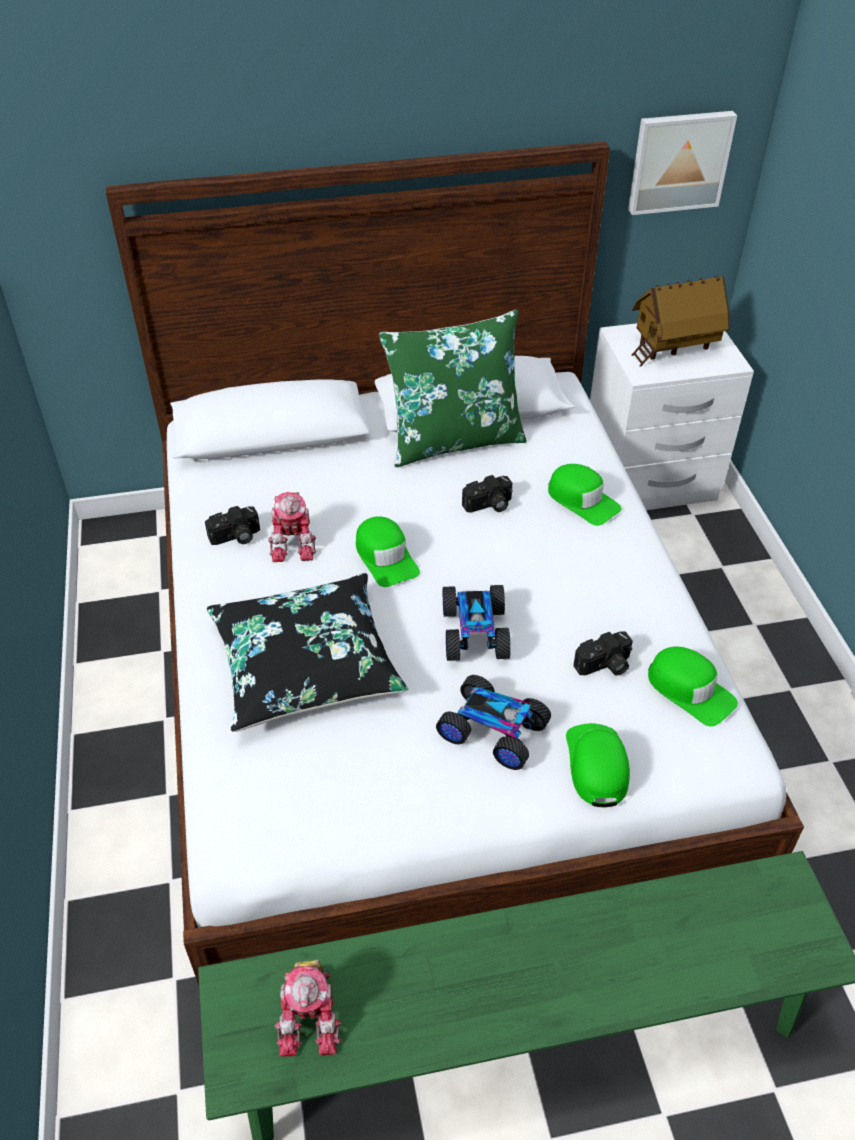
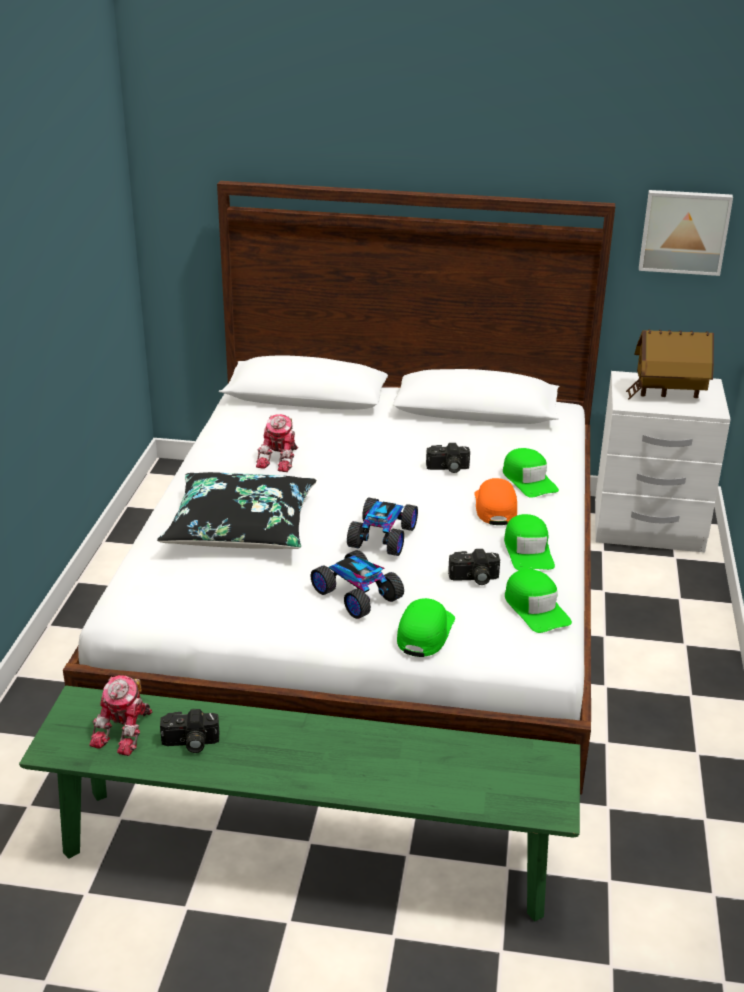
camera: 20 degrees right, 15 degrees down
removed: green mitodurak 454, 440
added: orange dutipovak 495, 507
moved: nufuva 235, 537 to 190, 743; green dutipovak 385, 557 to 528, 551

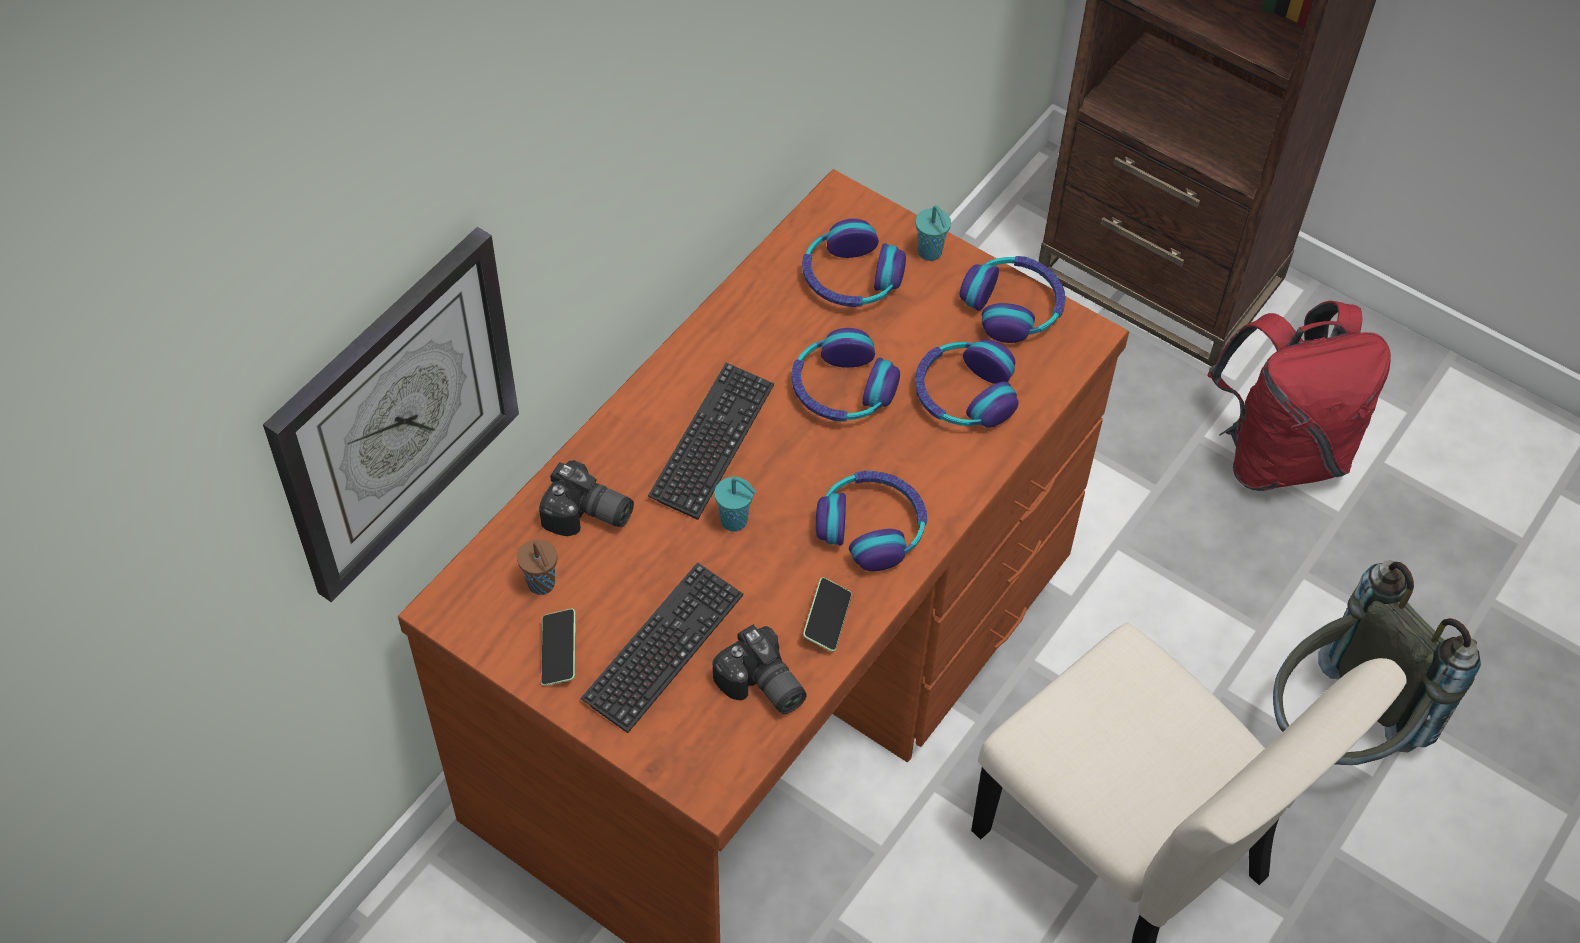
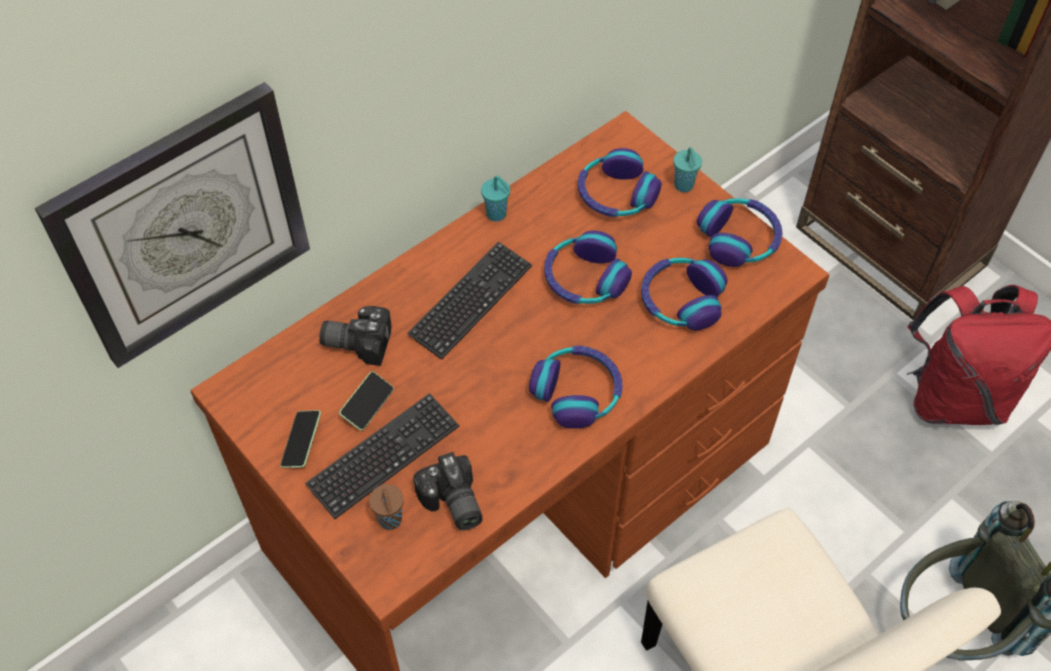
camera: 15 degrees right, 0 degrees up
moved: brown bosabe 542, 585 to 390, 521; turquoise bosabe 735, 521 to 497, 215; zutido 827, 620 to 367, 405
turned: nufuva 588, 516 = 358, 340 150 degrees clockwise

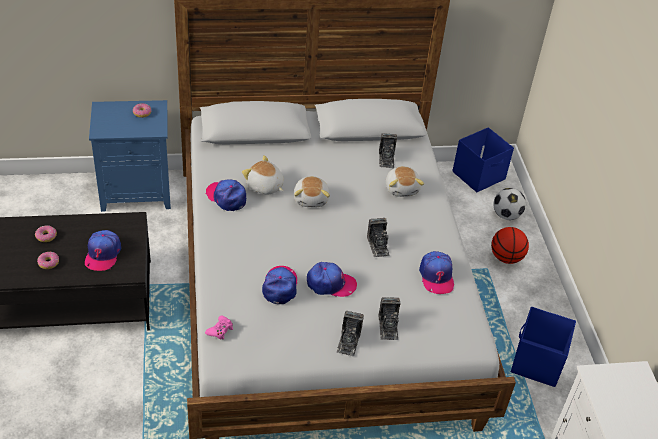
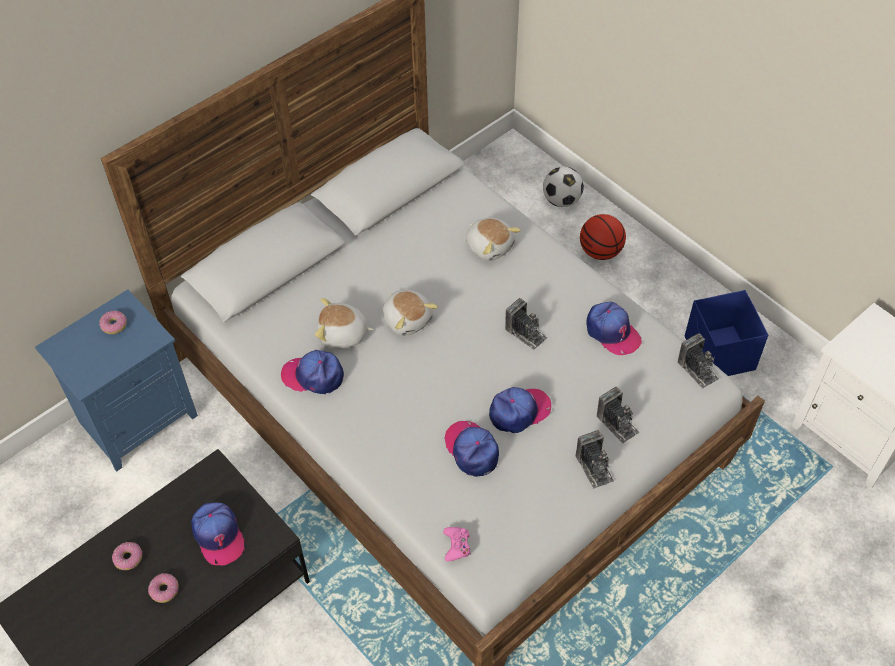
camera: 30 degrees left, 10 degrees up
removed: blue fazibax 479, 175
moved: nufuva 386, 159 to 697, 370

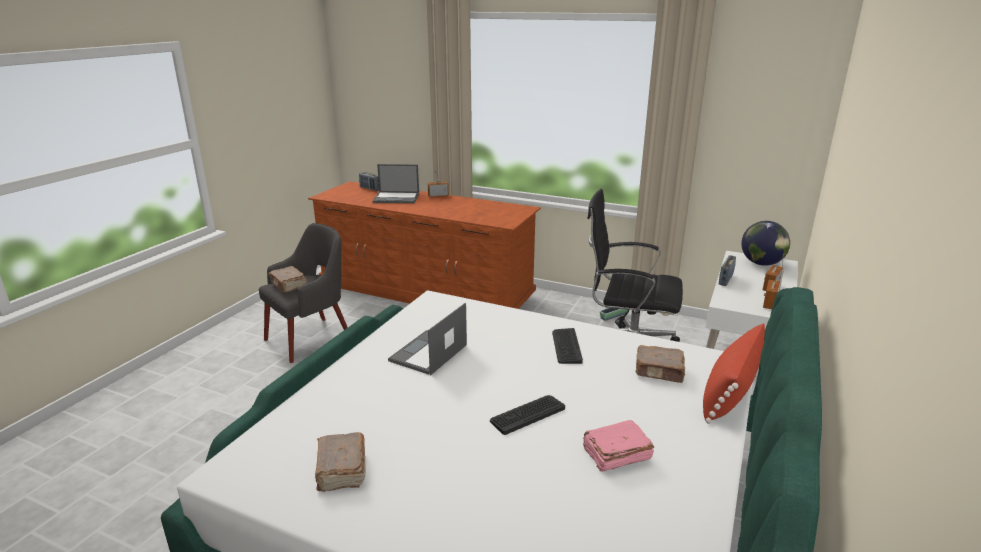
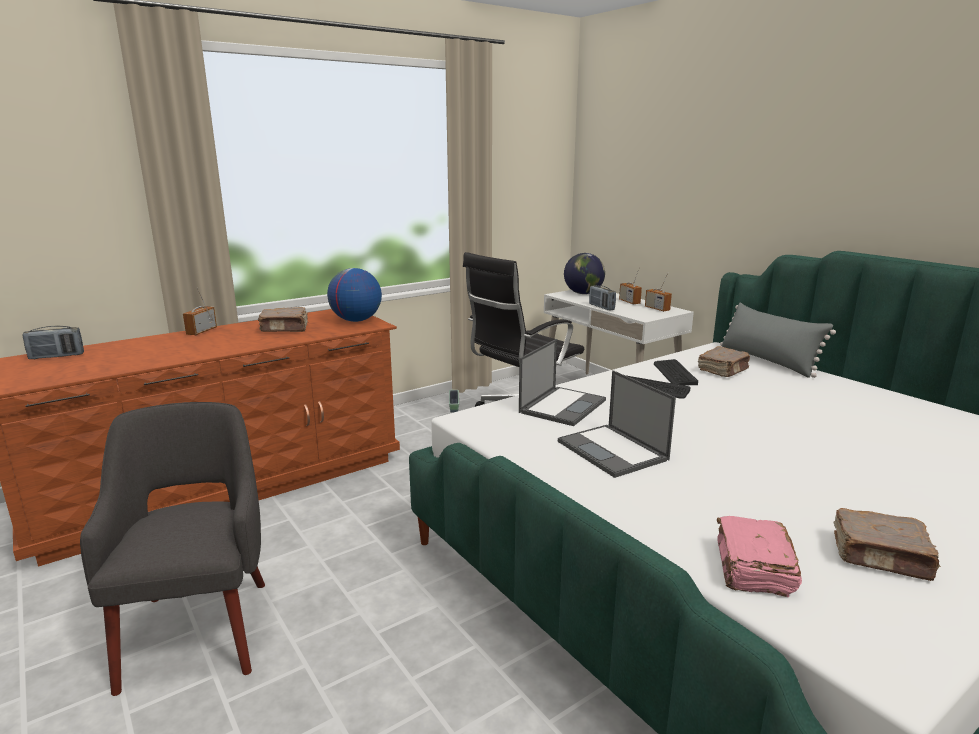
camera: 60 degrees left, 5 degrees down
added: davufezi 356, 320
moved: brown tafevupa 288, 285 to 285, 329; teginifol 397, 198 to 563, 406; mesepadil 527, 414 to 674, 373; pink tafevupa 615, 455 to 752, 569
recoloured: red mitodurak 730, 392 to grey mitodurak 767, 360

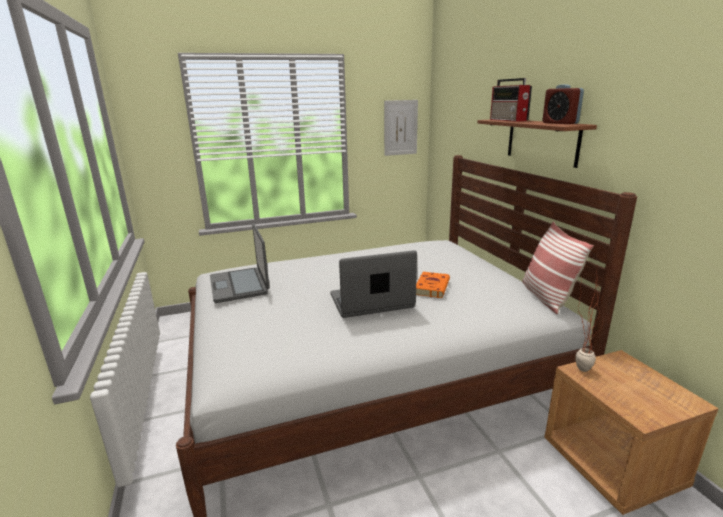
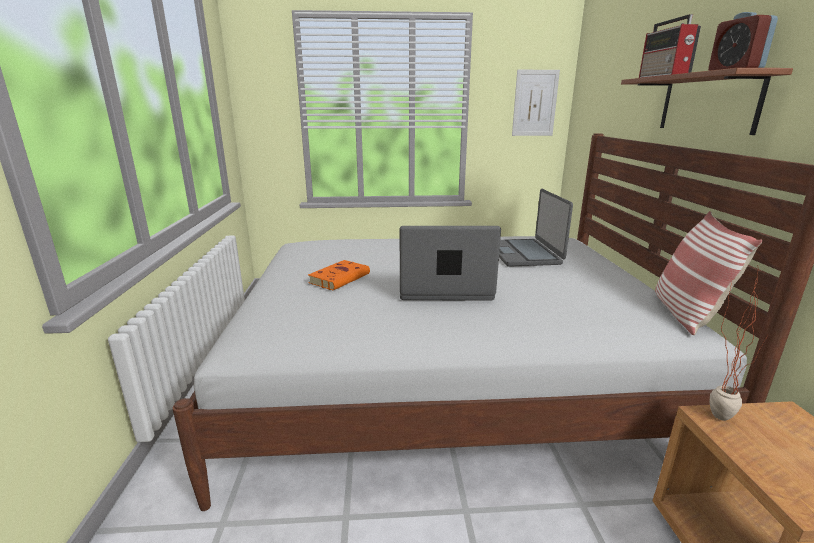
camera: 15 degrees right, 0 degrees up
moved: teginifol 239, 285 to 524, 253; orange tafevupa 432, 287 to 340, 278

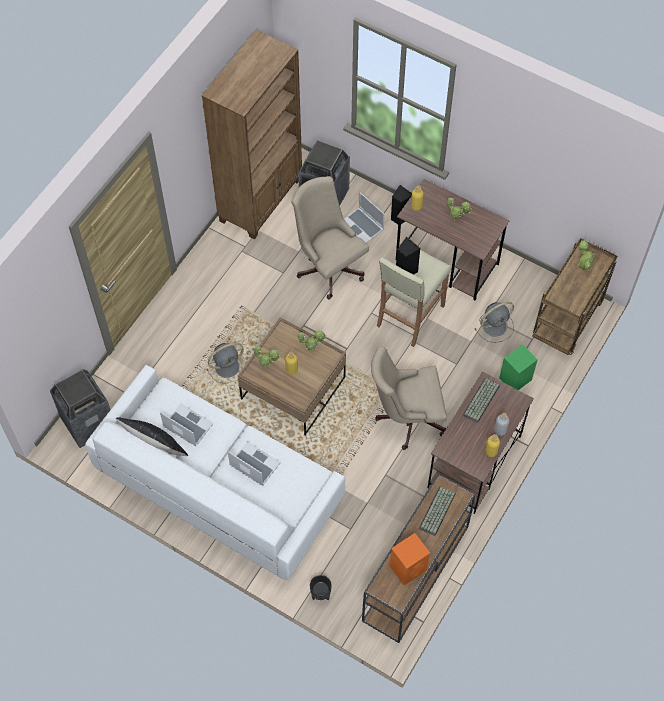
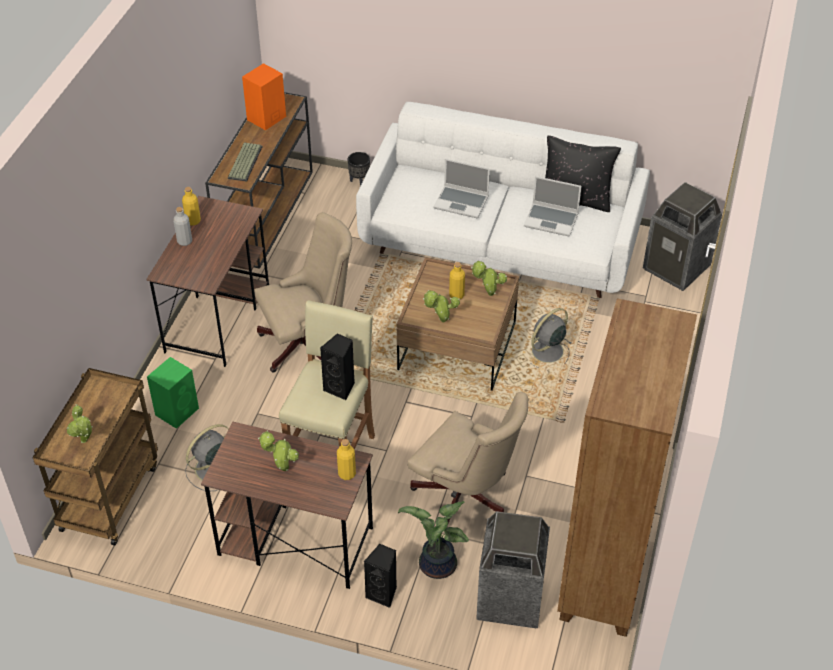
camera: 165 degrees right, 15 degrees down
removed: mesepadil 481, 401
replaced: teginifol 362, 226 to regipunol 435, 566

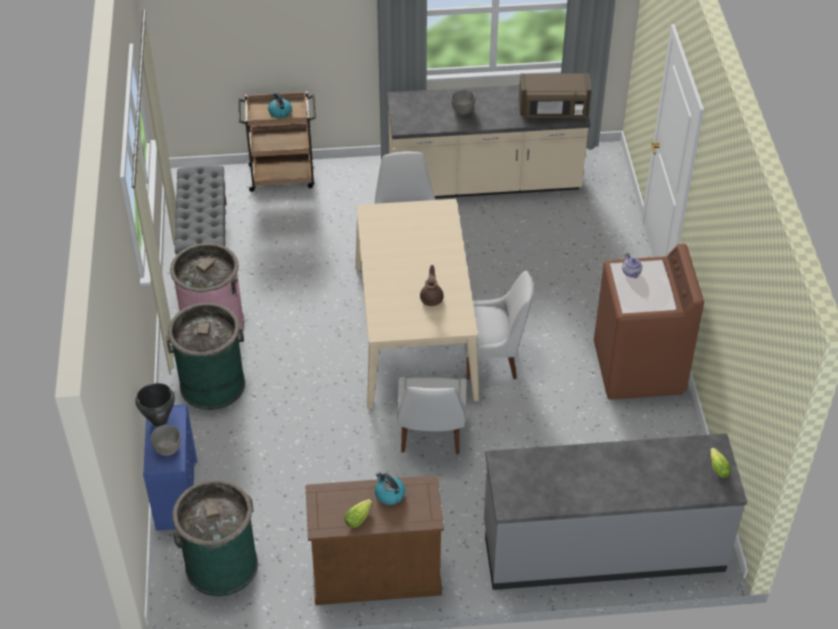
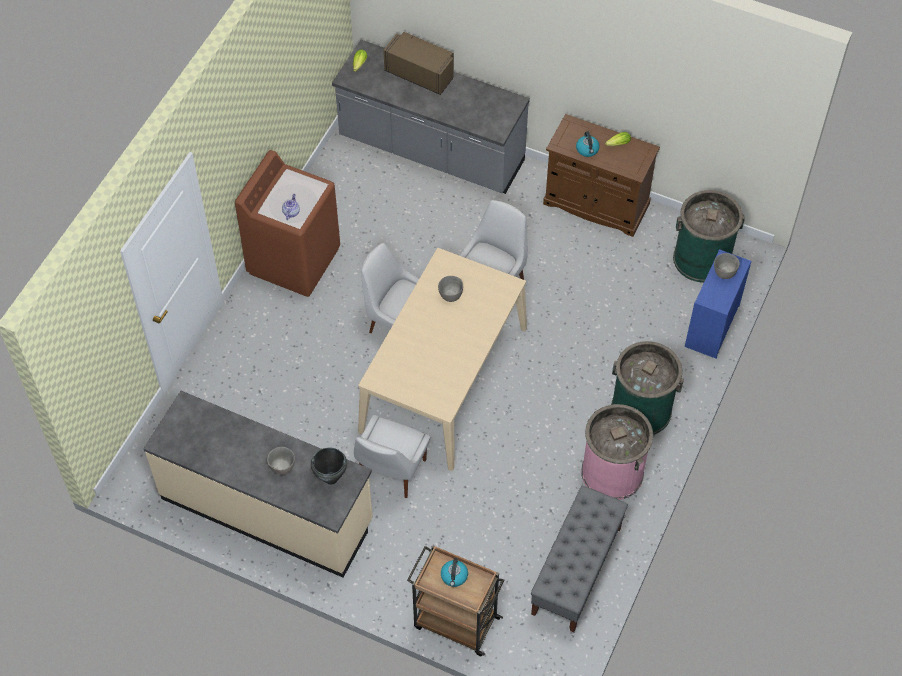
camera: 150 degrees left, 10 degrees up
moved: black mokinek 159, 420 to 331, 478; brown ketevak 553, 111 to 420, 74
replaced: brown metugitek 432, 298 to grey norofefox 450, 295

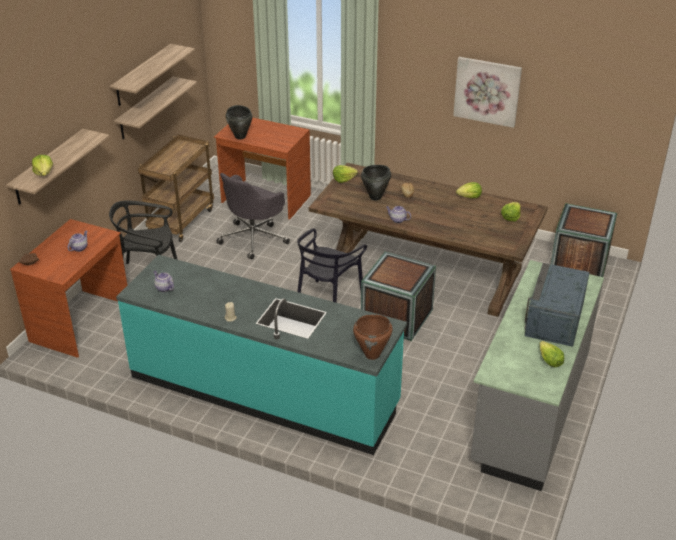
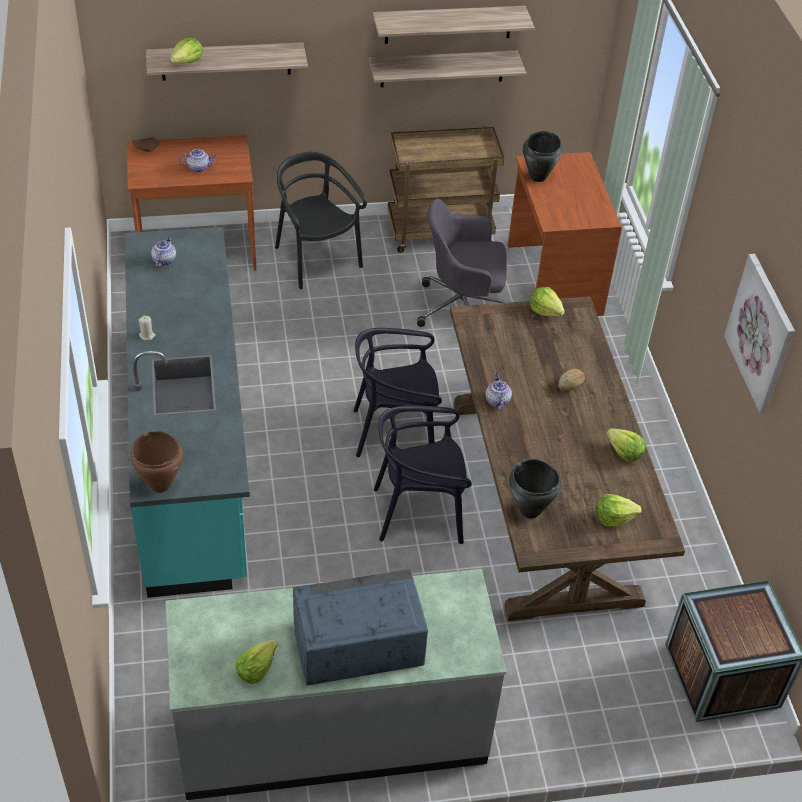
camera: 55 degrees right, 10 degrees up
moved: black mokinek 375, 197 to 530, 511
replaced: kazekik 397, 317 to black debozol 419, 512

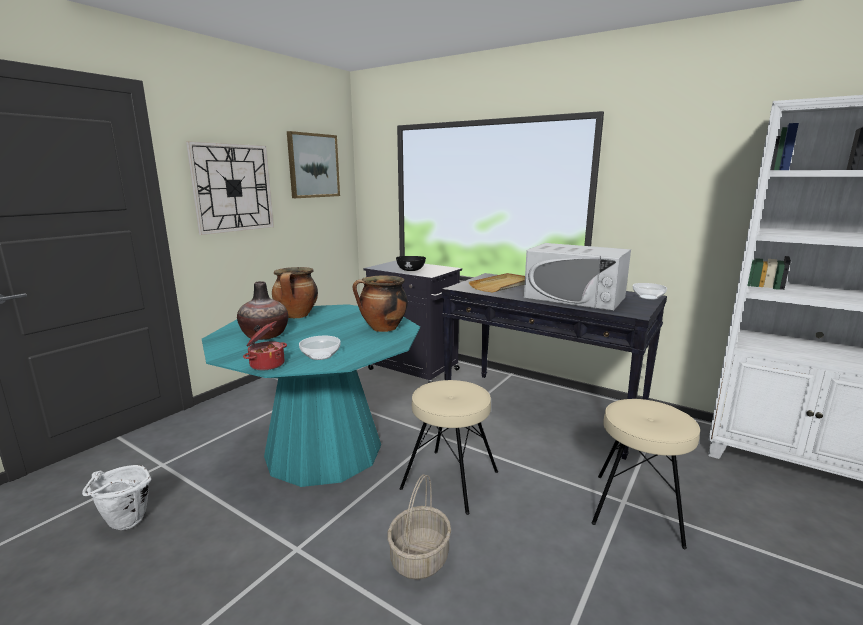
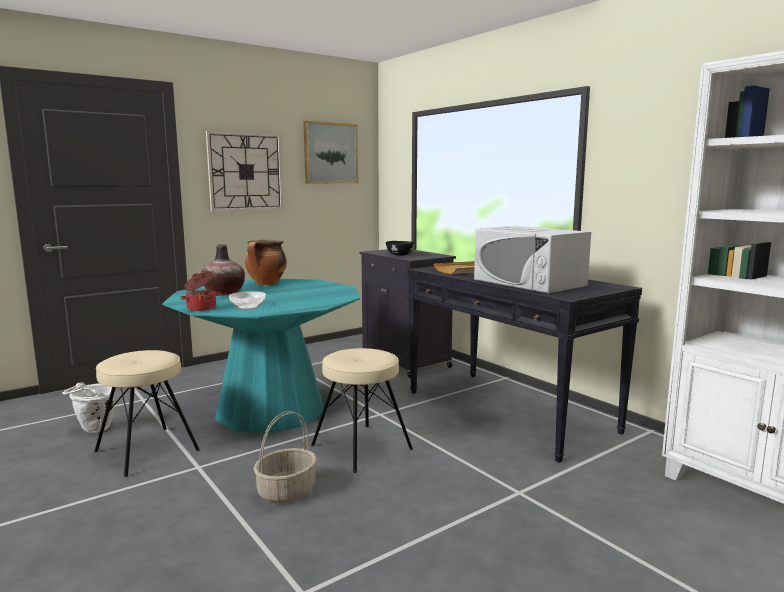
camera: 20 degrees right, 5 degrees down
removed: mokinek 382, 329; norofefox 648, 297
moved: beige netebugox 637, 508 to 147, 450

